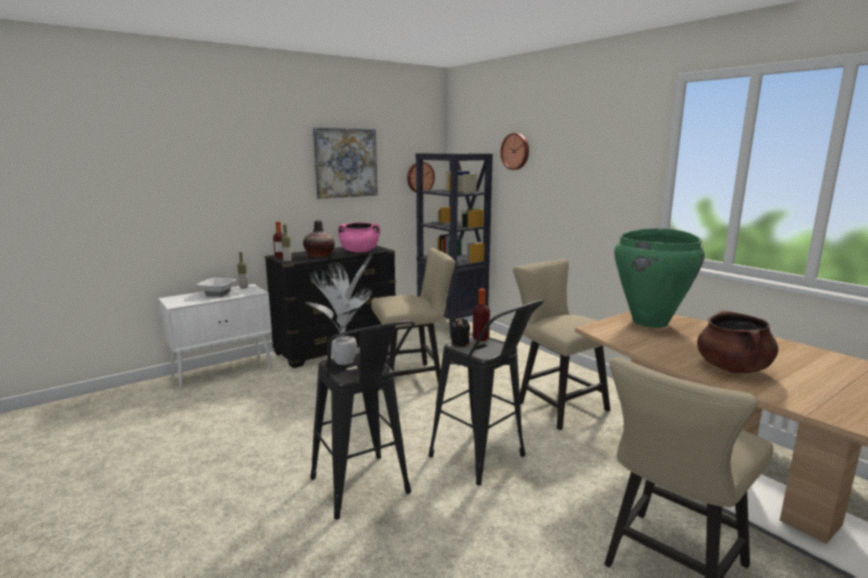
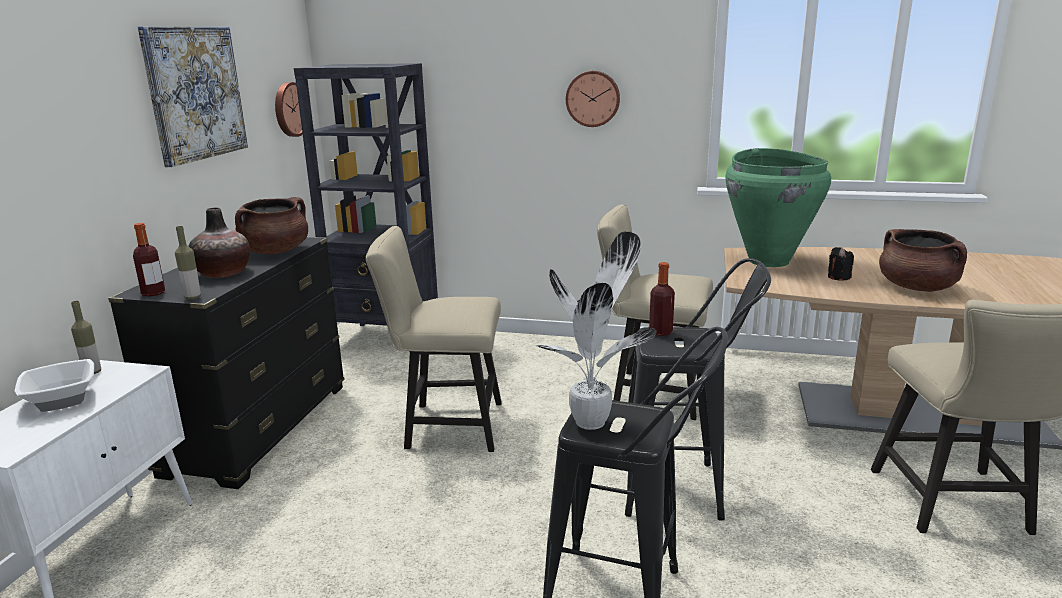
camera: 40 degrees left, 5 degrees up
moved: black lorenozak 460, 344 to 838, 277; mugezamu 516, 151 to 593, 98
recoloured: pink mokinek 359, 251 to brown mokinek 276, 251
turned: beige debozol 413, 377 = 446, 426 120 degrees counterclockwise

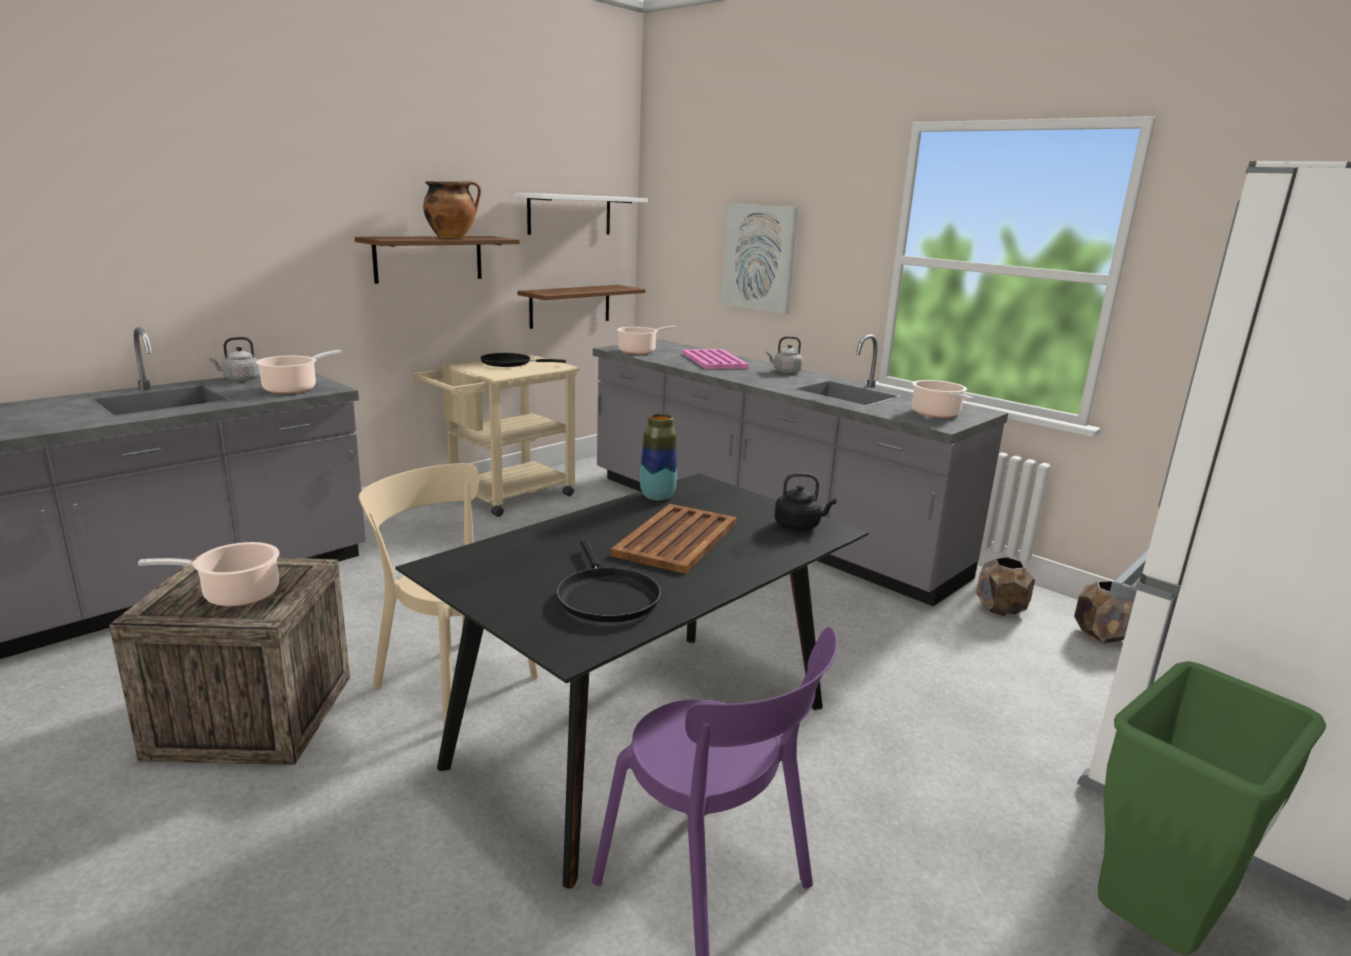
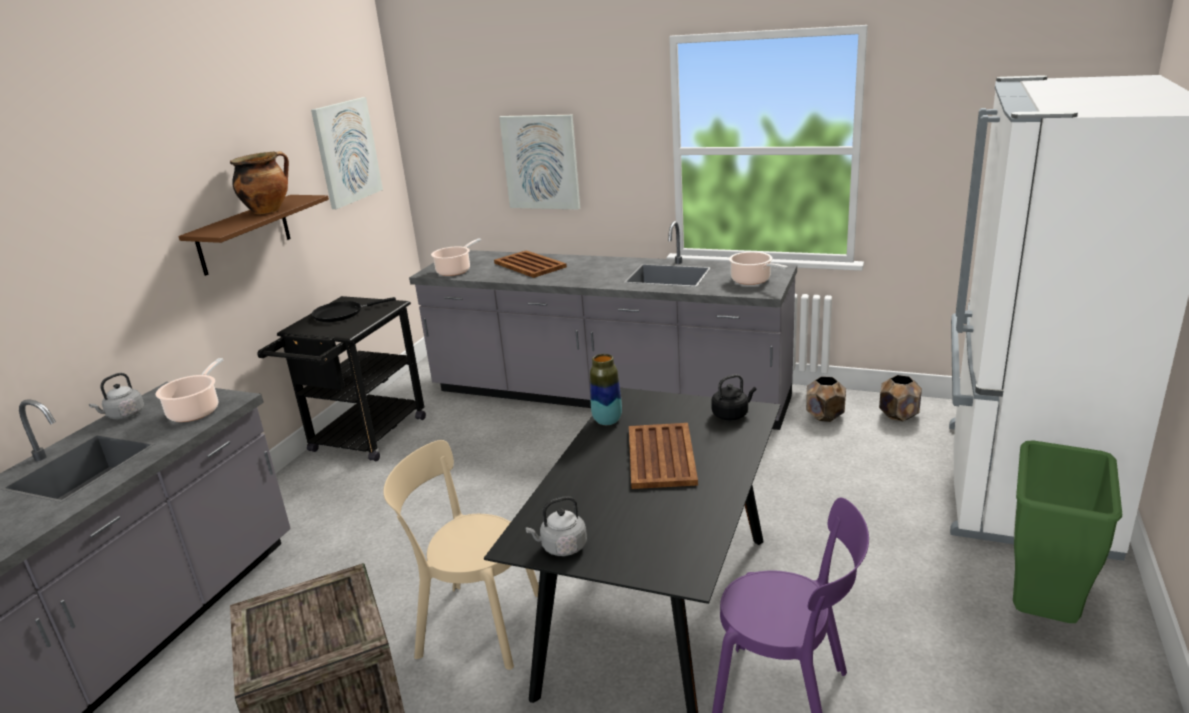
camera: 20 degrees left, 5 degrees up
removed: mokinek 236, 594; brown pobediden 570, 306; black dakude 606, 597
moved: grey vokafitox 785, 371 to 561, 547
replaced: white pobediden 569, 214 to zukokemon 346, 152
recoloured: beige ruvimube 502, 497 to black ruvimube 362, 439; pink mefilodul 714, 360 to brown mefilodul 530, 265

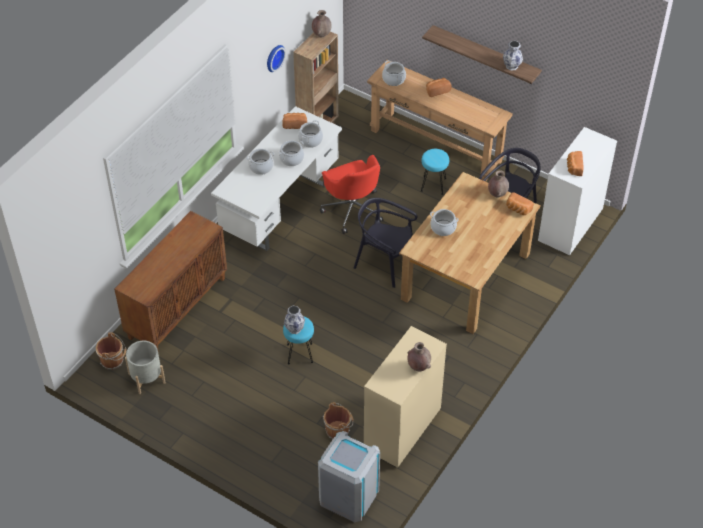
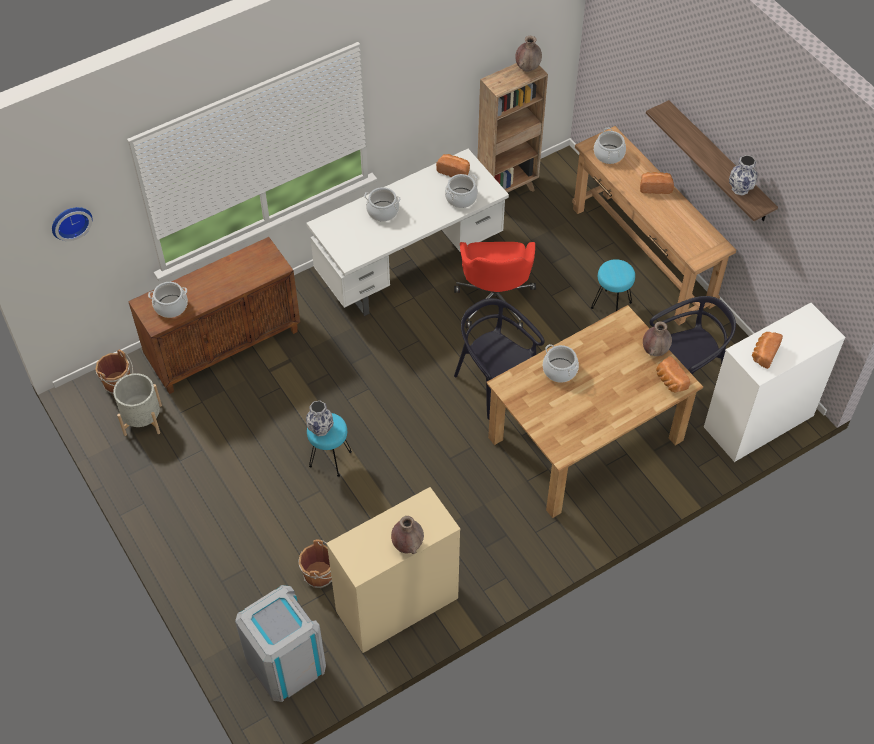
camera: 25 degrees right, 5 degrees up
moved: mugezamu 274, 57 to 70, 221; mokinek 291, 159 to 171, 306

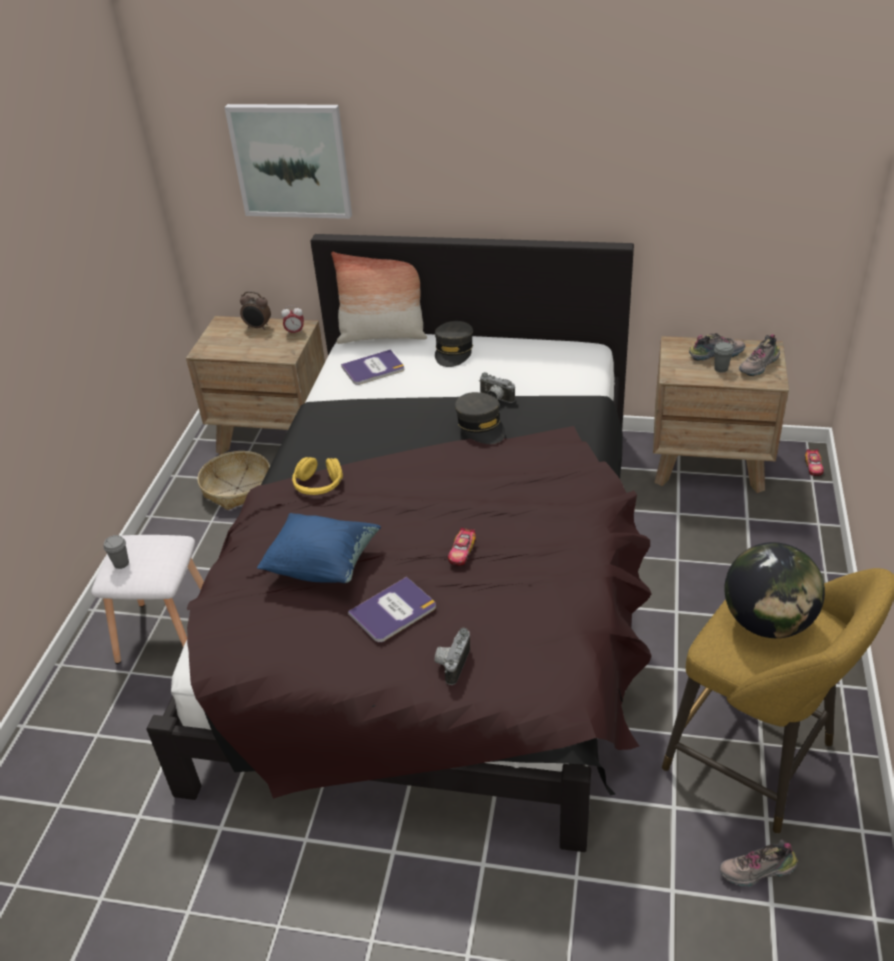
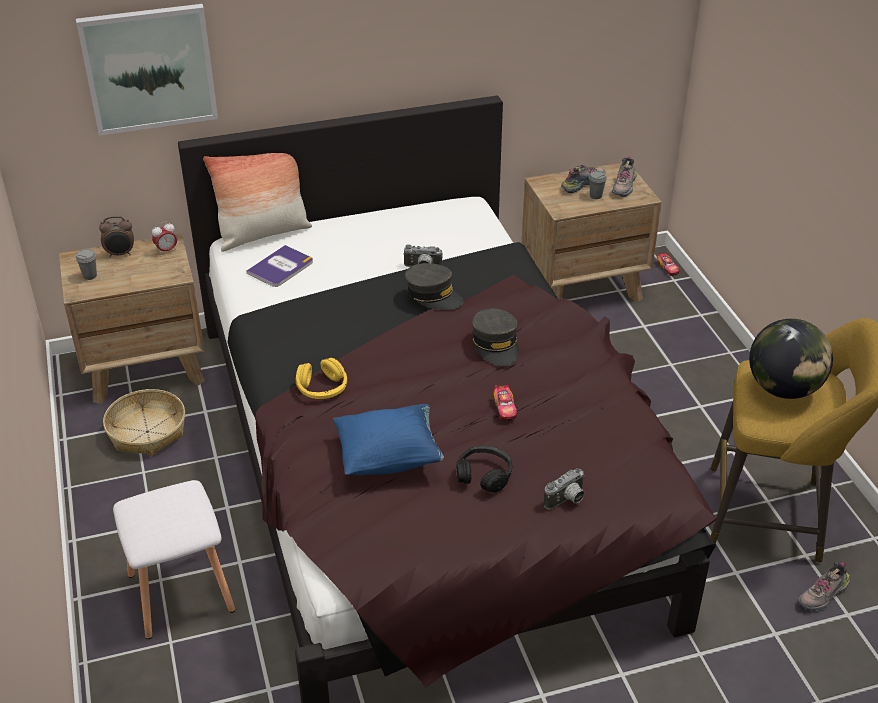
camera: 30 degrees left, 0 degrees up
moved: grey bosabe 121, 563 to 90, 276; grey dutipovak 454, 351 to 496, 345
replaced: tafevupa 393, 611 to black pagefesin 484, 475
turned: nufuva 451, 664 = 567, 501 120 degrees counterclockwise

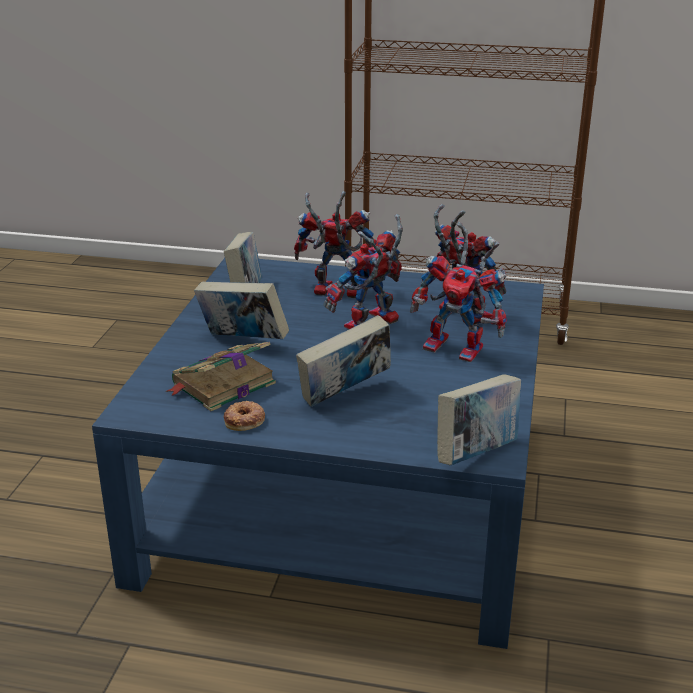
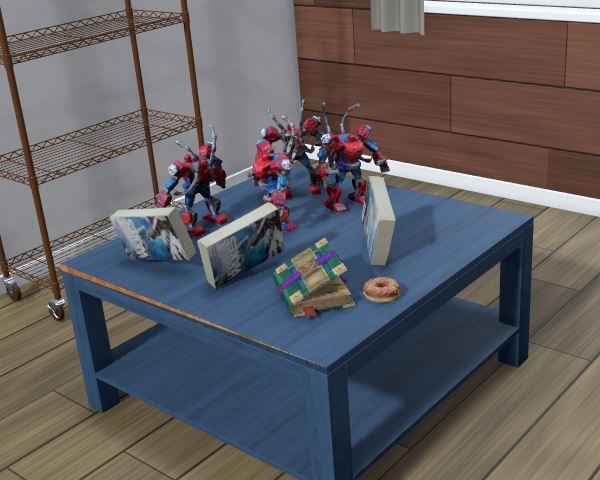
camera: 60 degrees left, 5 degrees down
removed: tafevupa 476, 454

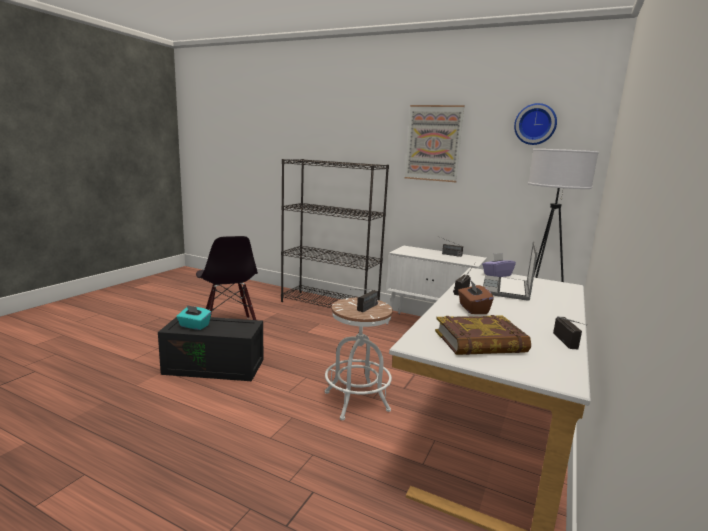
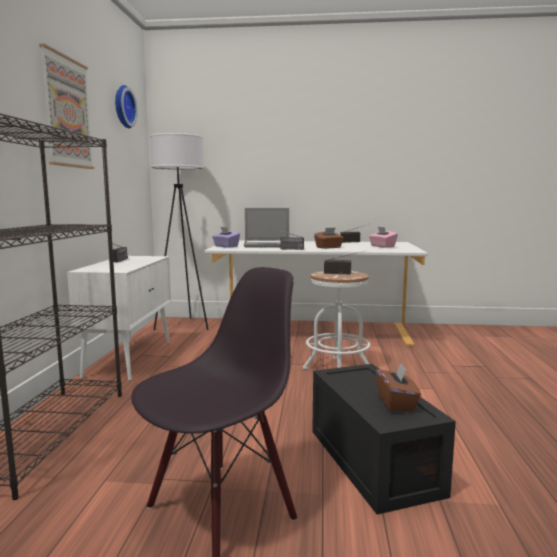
camera: 110 degrees left, 5 degrees down
replaced: tafevupa 480, 342 to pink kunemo 382, 246
recoloured: turquoise kunemo 194, 326 to brown kunemo 396, 403

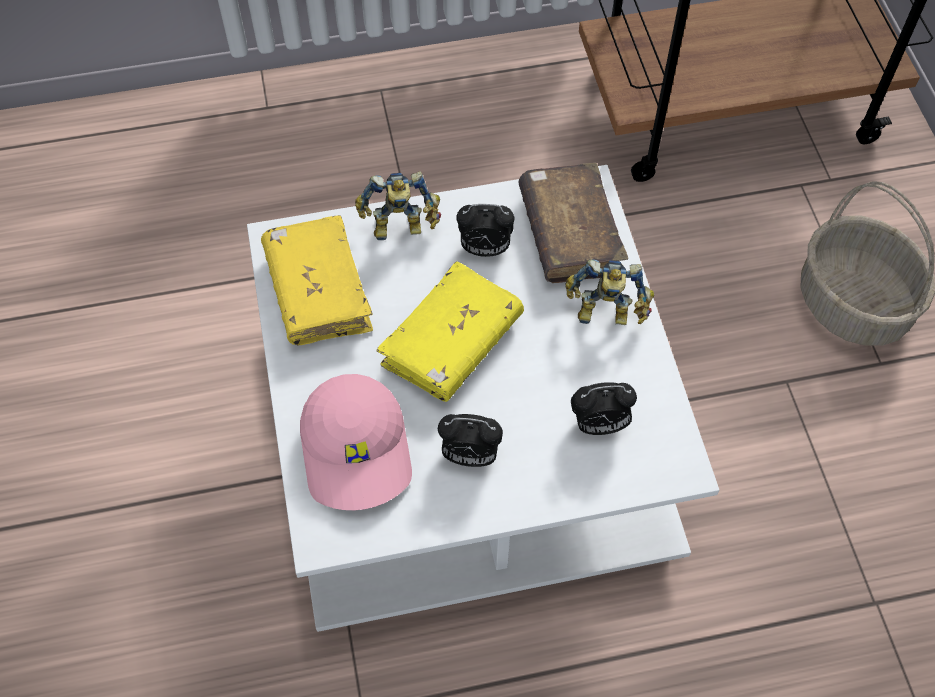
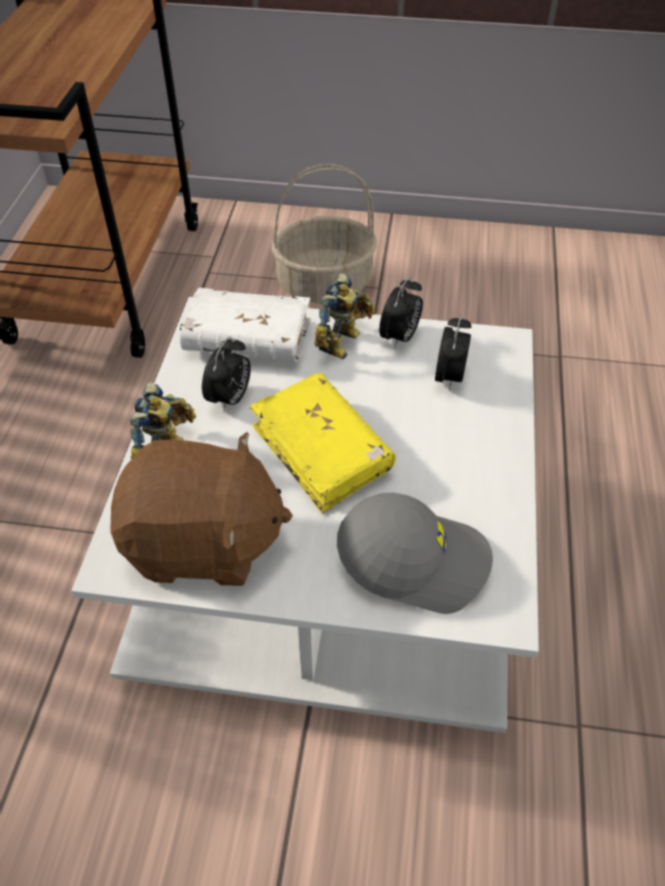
camera: 70 degrees left, 10 degrees down
moved: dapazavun 469, 456 to 399, 338
replaced: yellow tafevupa 318, 291 to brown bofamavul 203, 543
recoloured: pink dutipovak 358, 451 to grey dutipovak 414, 558; brown tafevupa 569, 234 to white tafevupa 247, 339

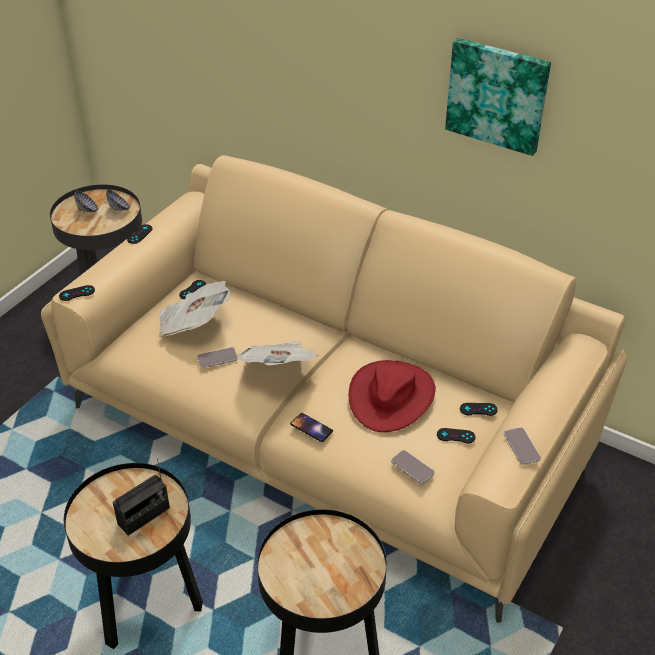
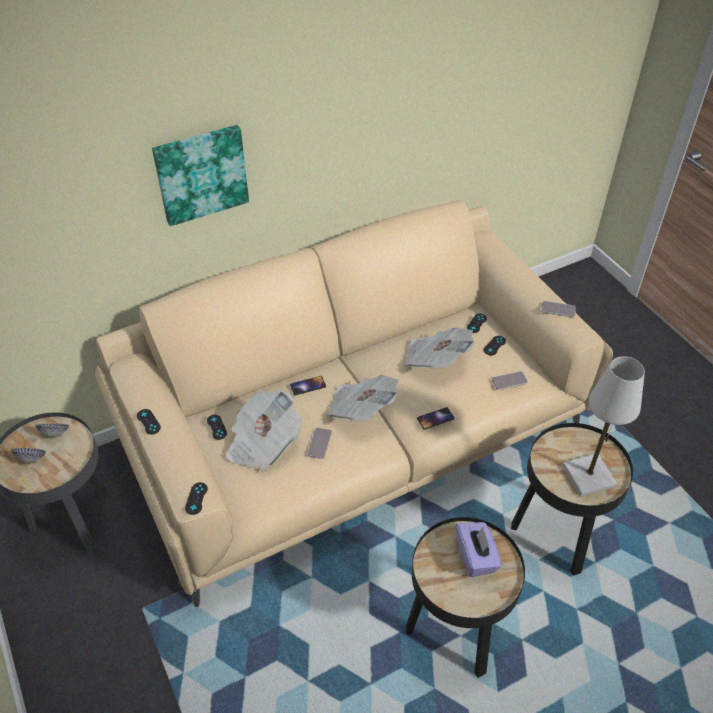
camera: 60 degrees left, 5 degrees up
added: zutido 308, 385; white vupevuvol 588, 476
moved: zukokemon 497, 95 to 201, 173
replaced: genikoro 144, 516 to purple kunemo 476, 557; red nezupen 391, 396 to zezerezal 435, 360

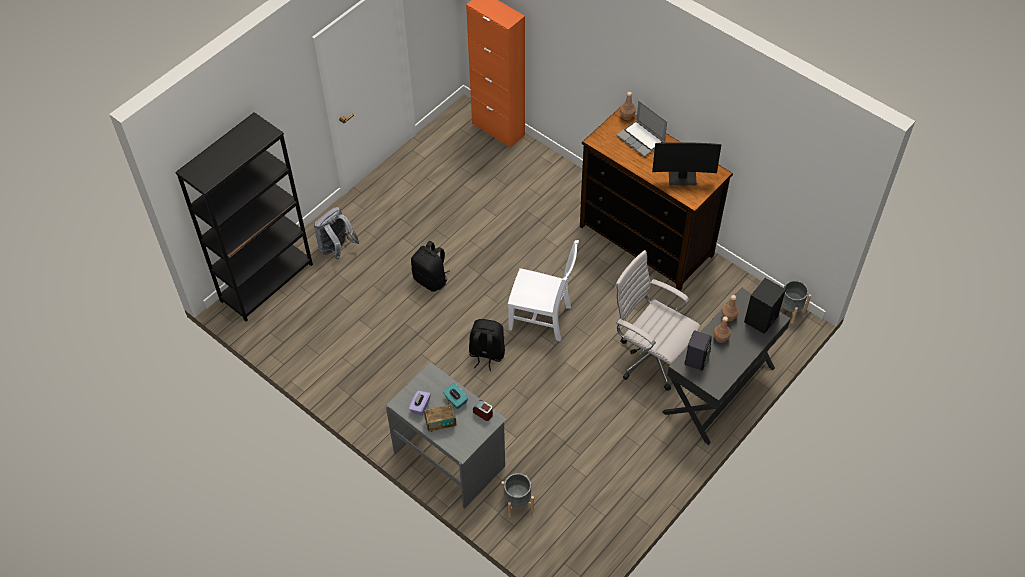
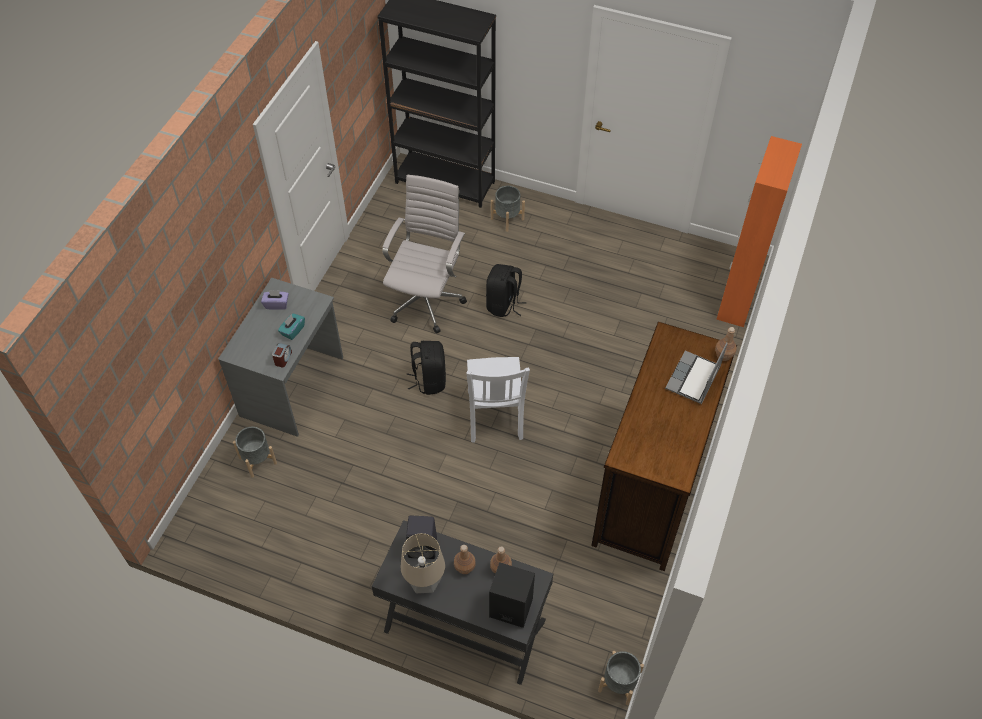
camera: 70 degrees right, 0 degrees up
removed: genikoro 440, 423; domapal 682, 177
added: vupevuvol 424, 584
moved: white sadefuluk 650, 357 to 427, 299
replaced: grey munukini 337, 249 to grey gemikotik 507, 219

